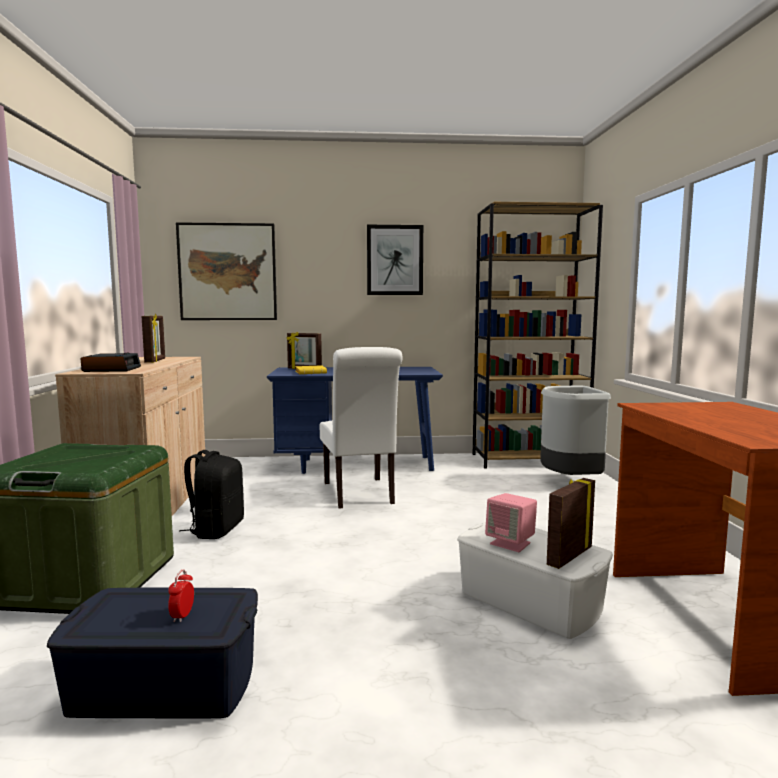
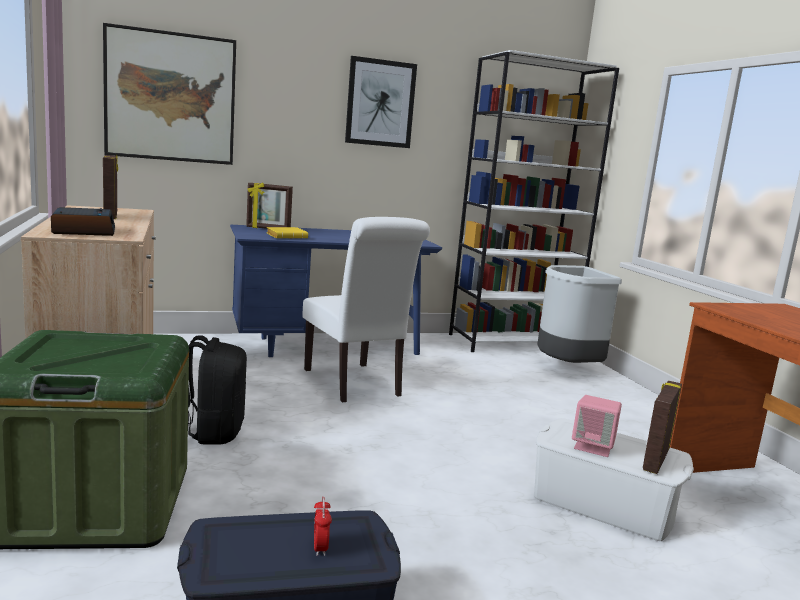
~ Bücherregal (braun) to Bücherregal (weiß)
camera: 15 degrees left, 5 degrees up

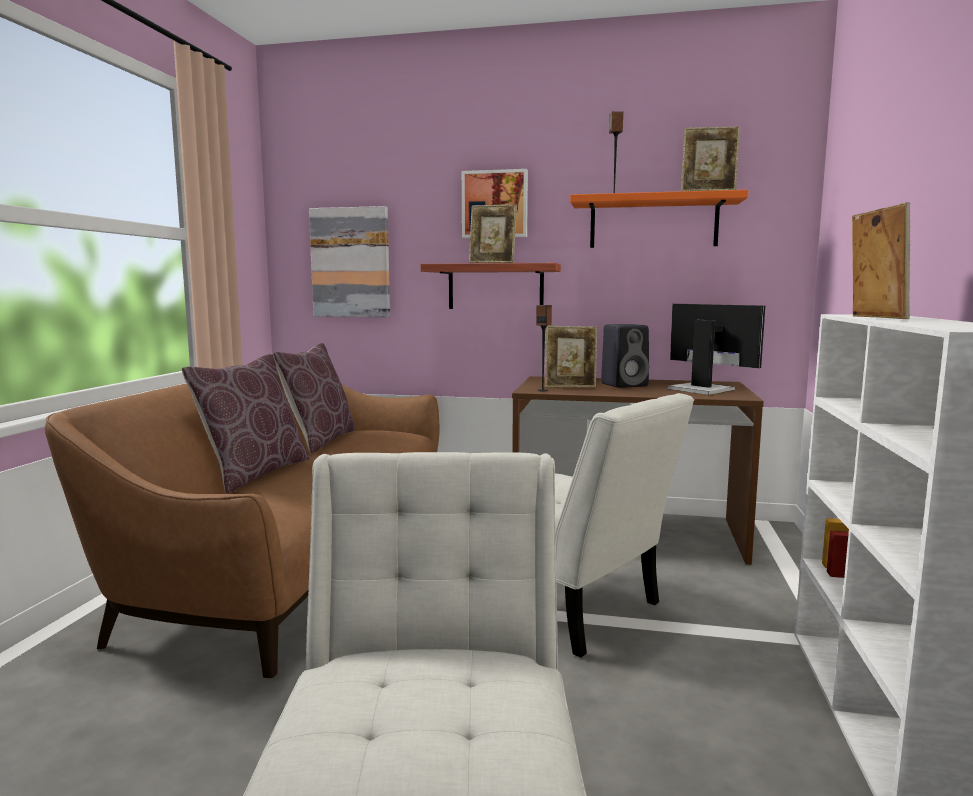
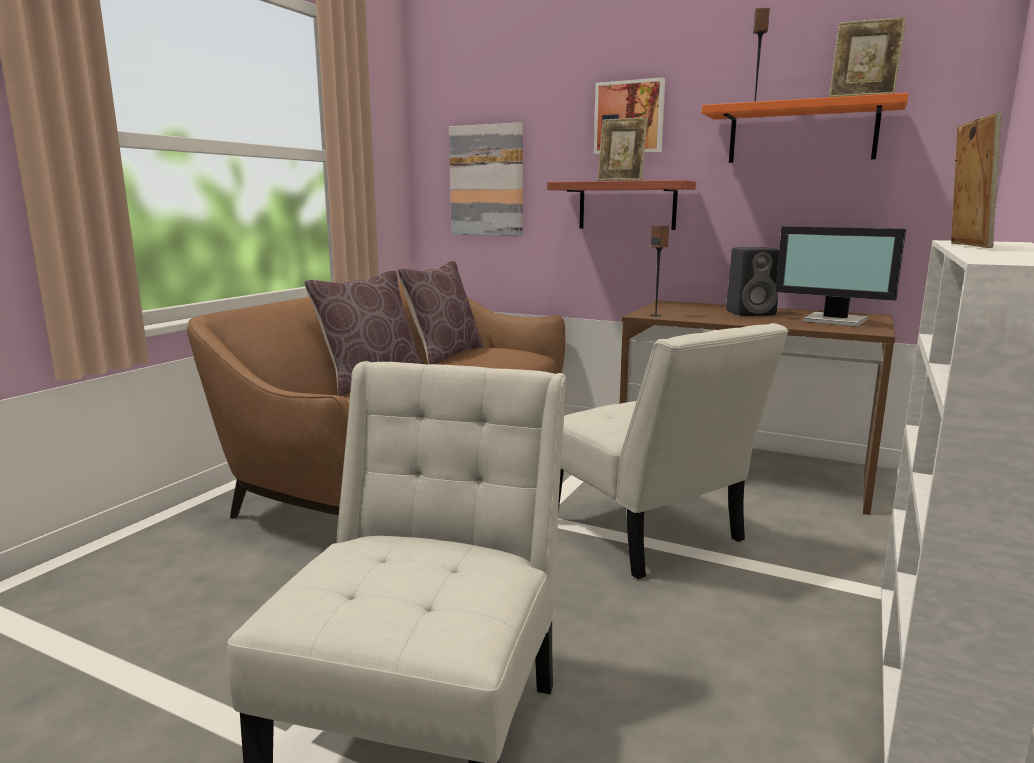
~ Monitor 150 degrees clockwise
- Bilderrahmen (2nd from left)
camera: 15 degrees right, 5 degrees up

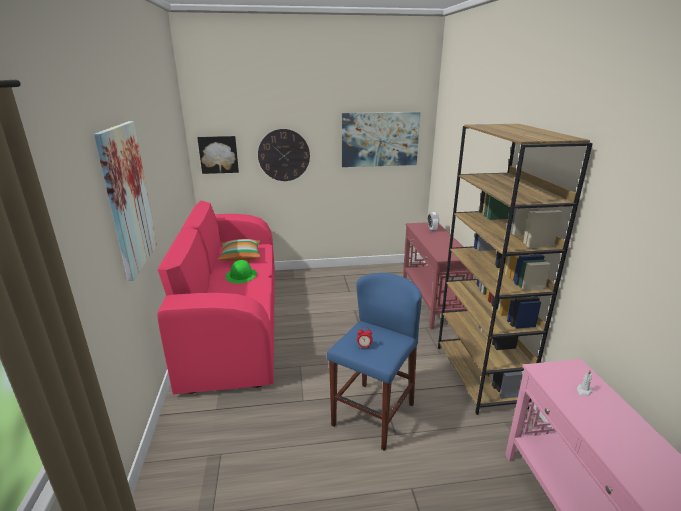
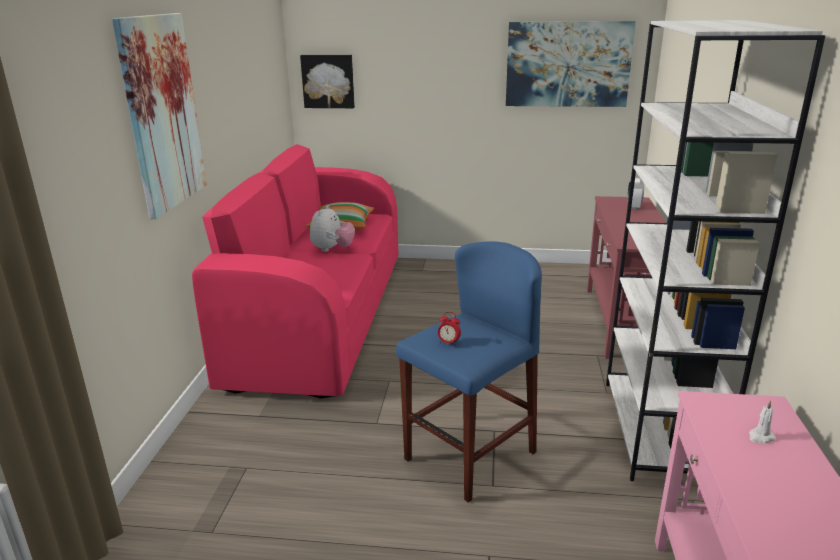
~ Bücherregal (braun) to Bücherregal (weiß)
- Wanduhr
~ Hut (grün) to Plüschtier
camera: 15 degrees right, 0 degrees up

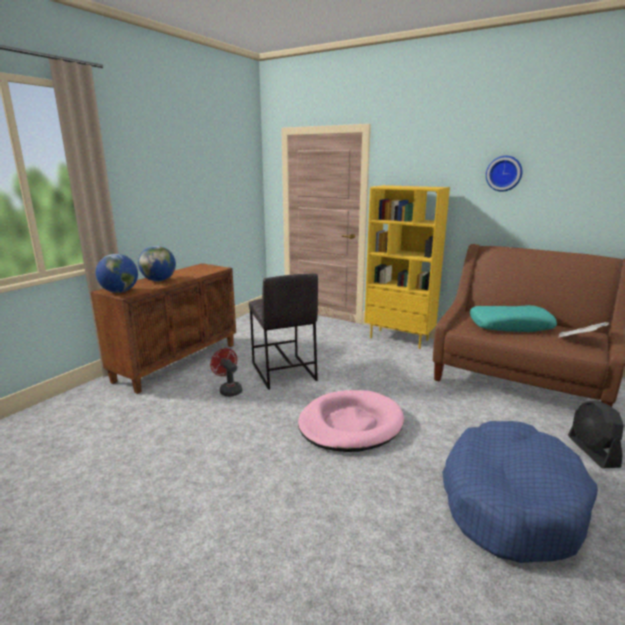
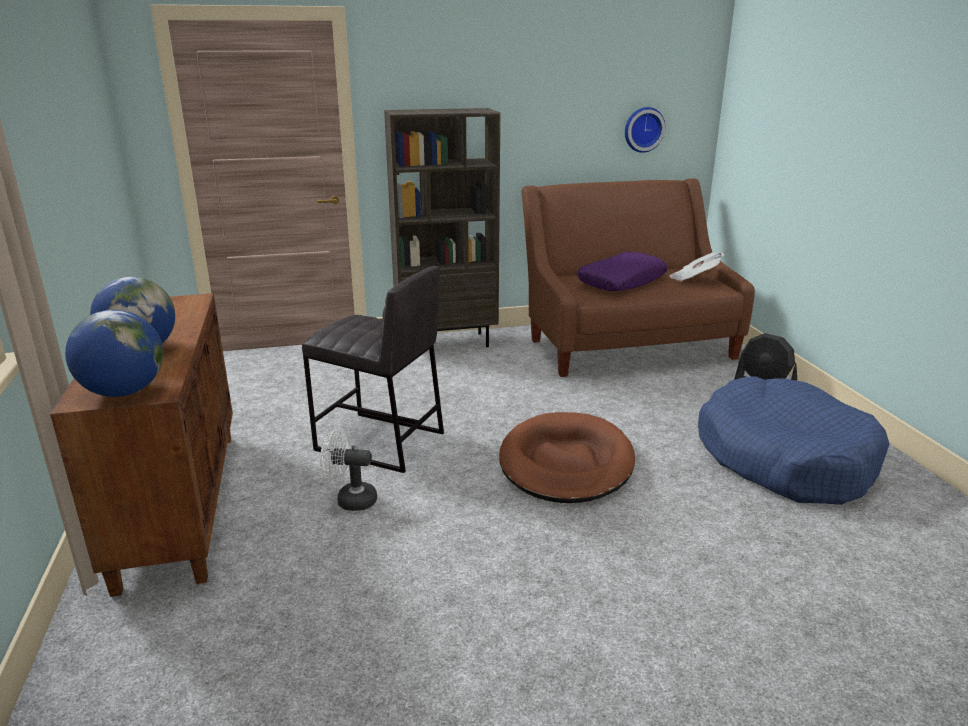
~ Wanduhr
~ Bücherregal (gelb) to Bücherregal (braun)
~ Kissen (türkis) to Kissen (lila)
~ Ventilator (rot) to Ventilator (weiß)
~ Hundebett (rosa) to Hundebett (braun)
camera: 45 degrees left, 5 degrees up

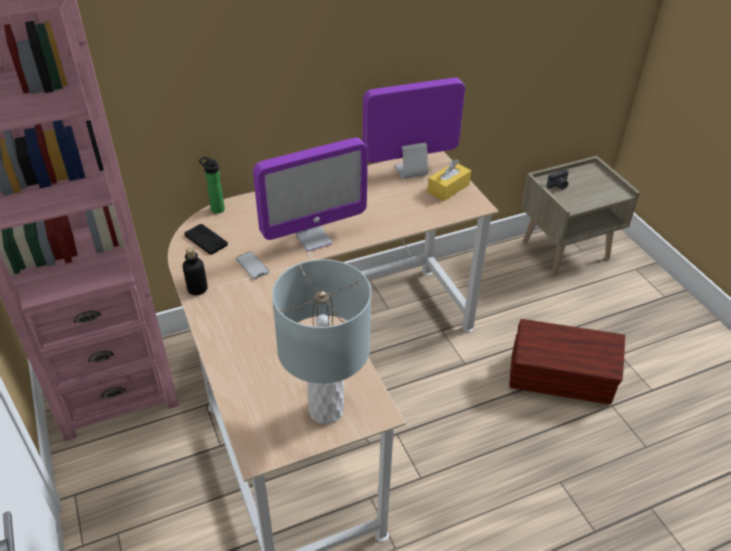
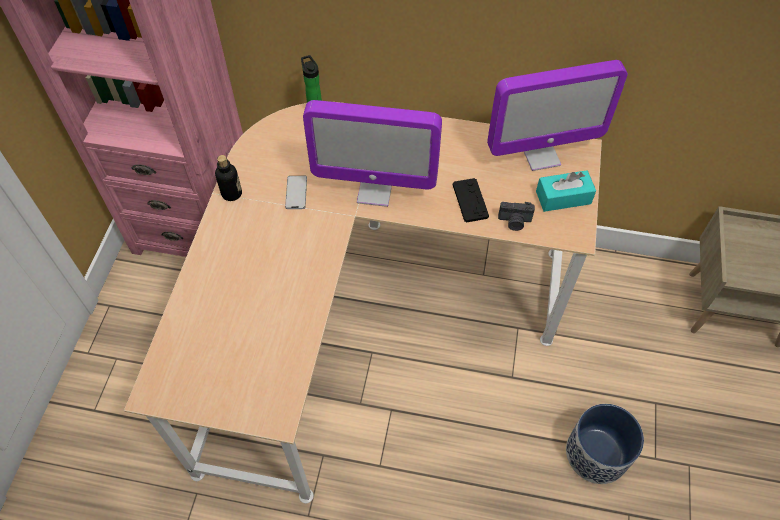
~ Monitor (2nd from left) 150 degrees clockwise
~ Taschentuchbox (gelb) to Taschentuchbox (türkis)
~ Kamera
~ Gamepad (schwarz)
- Tischlampe (grau)
~ Aufbewahrungsbox (braun) to Pflanzkübel
camera: 35 degrees right, 15 degrees up

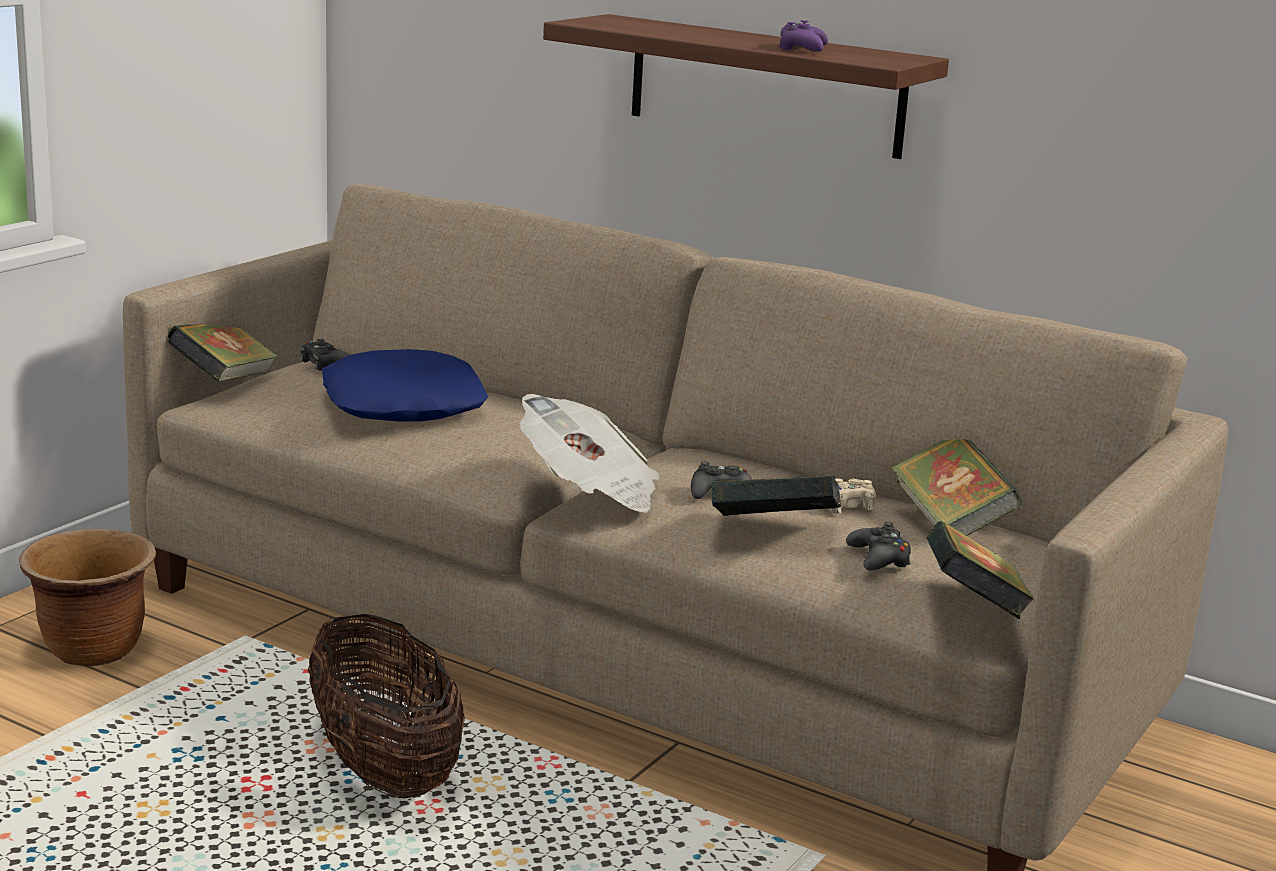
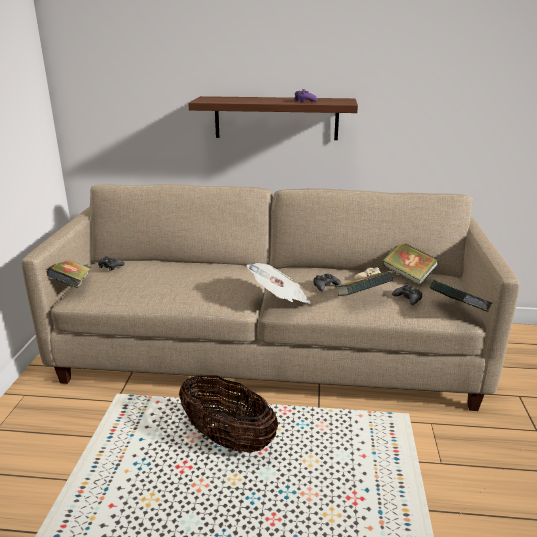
- Kissen (blau)
- Pflanzkübel (braun)
camera: 25 degrees left, 5 degrees up

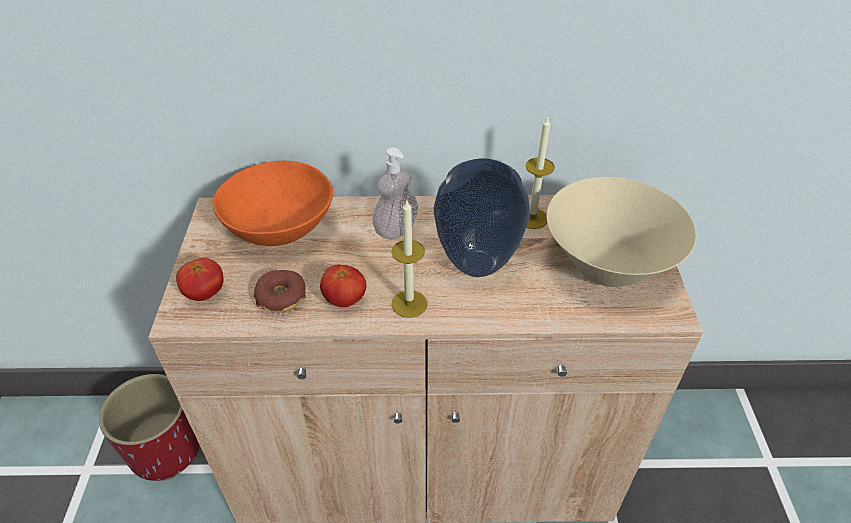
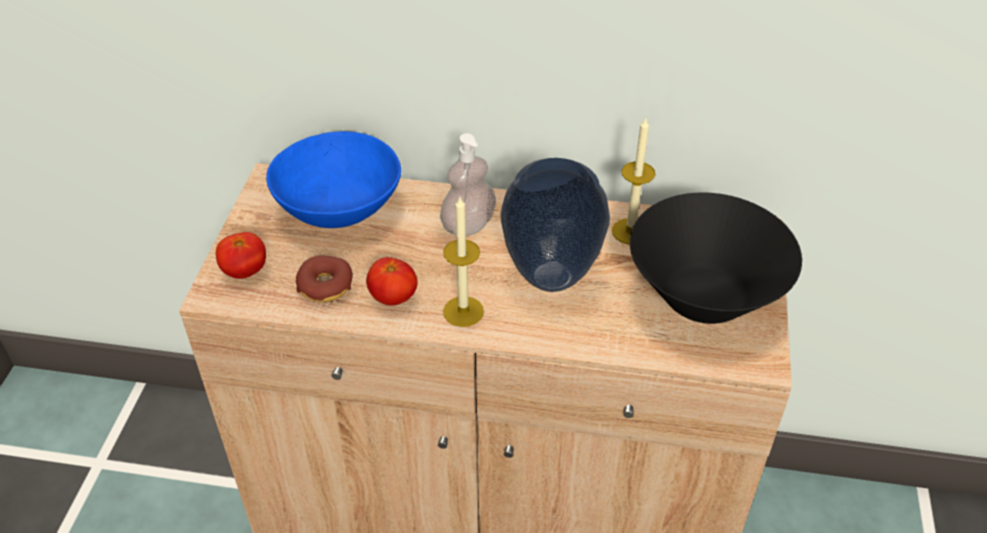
~ Schüssel (orange) to Schüssel (blau)
~ Schüssel (beige) to Schüssel (schwarz)
- Pflanzkübel (rot)
camera: 10 degrees right, 0 degrees up

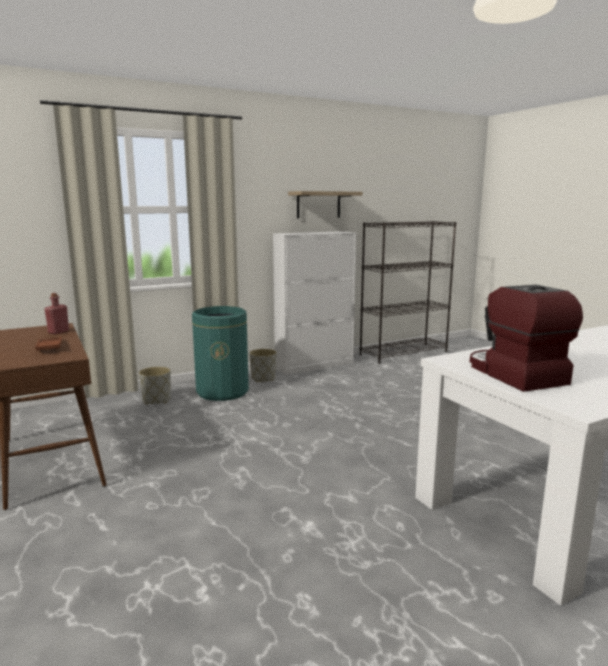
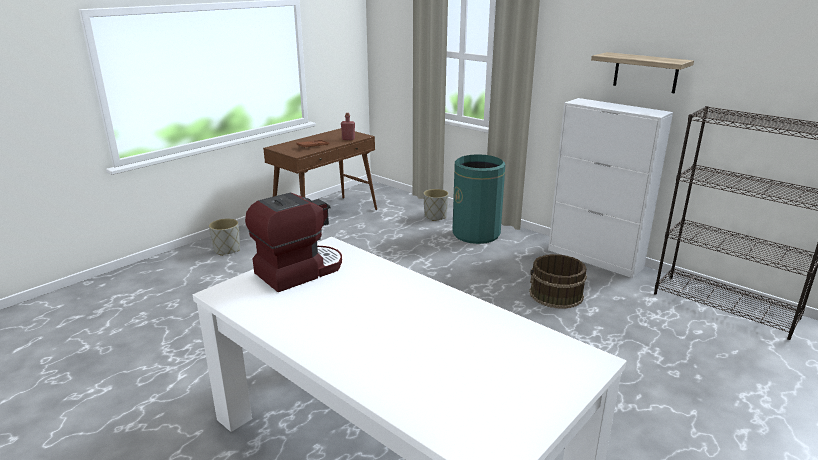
~ Pflanzkübel (grau) (2nd from left in the first image) to Pflanzkübel (grau) (1st from left)
+ Eimer (braun)
camera: 70 degrees right, 10 degrees up

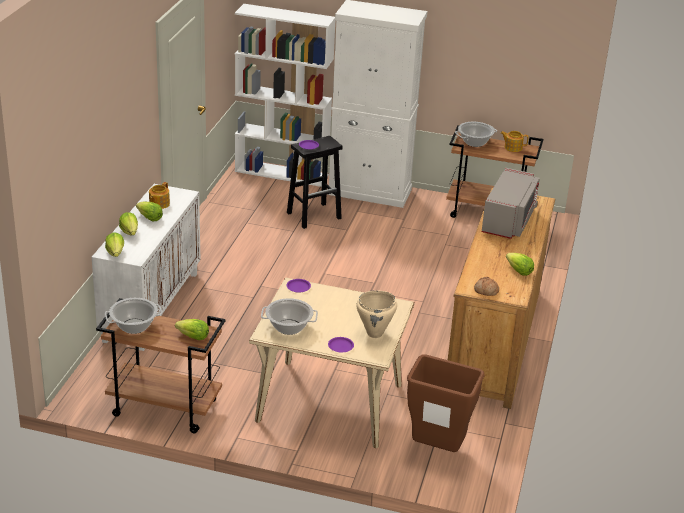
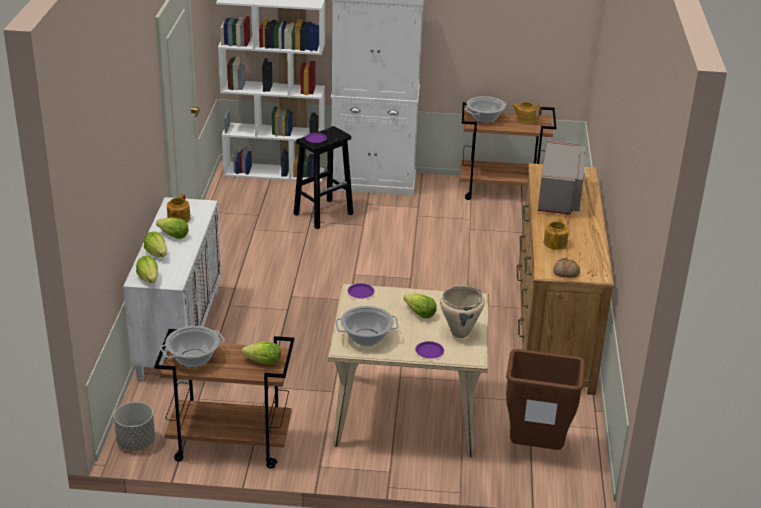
~ Salatkopf (5th from left)
+ Teekanne (3rd from left)
+ Pflanzkübel (grau)
camera: 10 degrees left, 0 degrees up

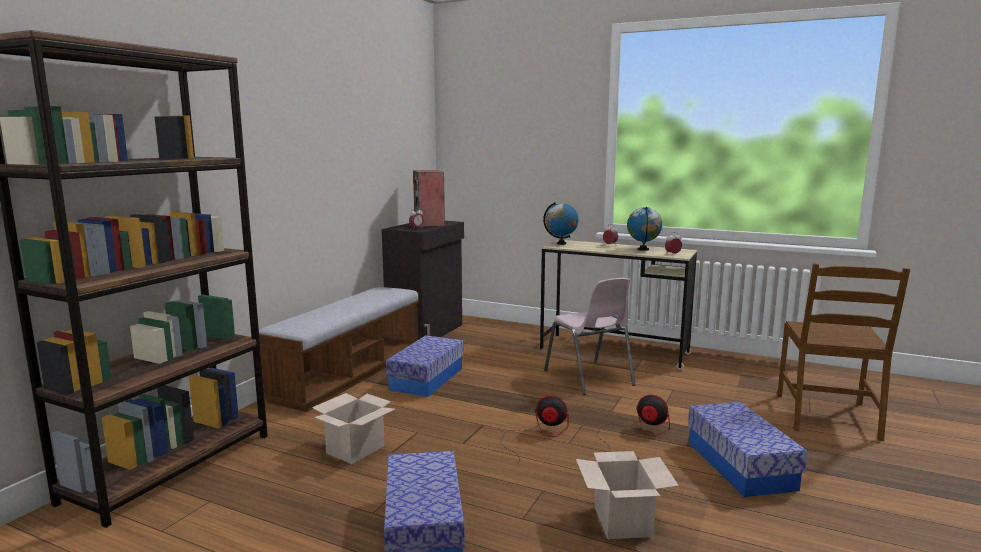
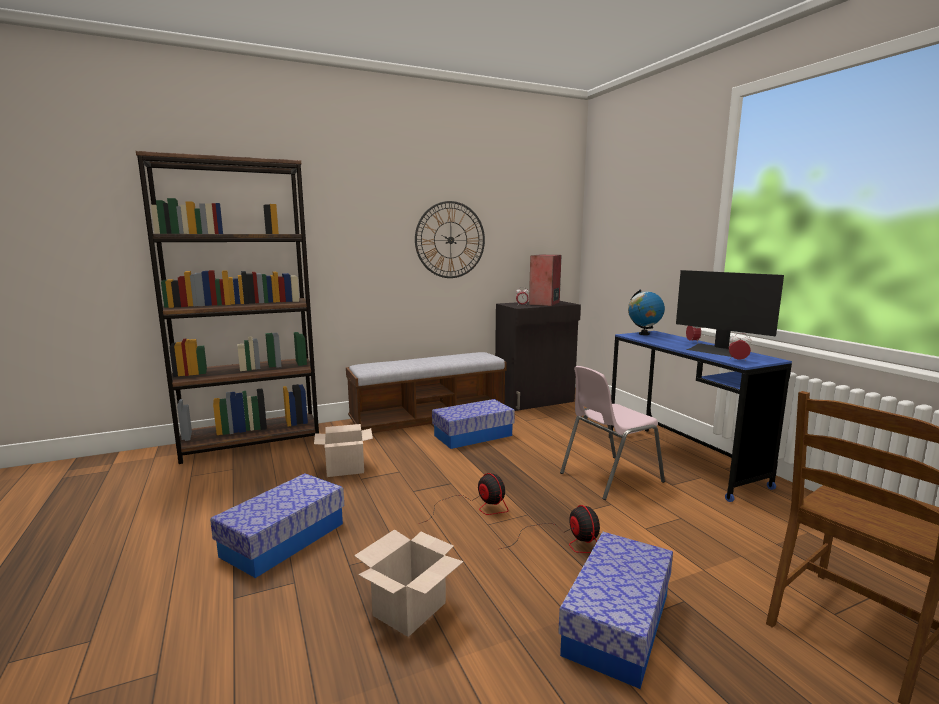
~ Globus (2nd from left) to Monitor
~ Schreibtisch (beige) to Schreibtisch (blau)
~ Stuhl (rosa) 45 degrees clockwise
+ Wanduhr
camera: 40 degrees right, 0 degrees up

